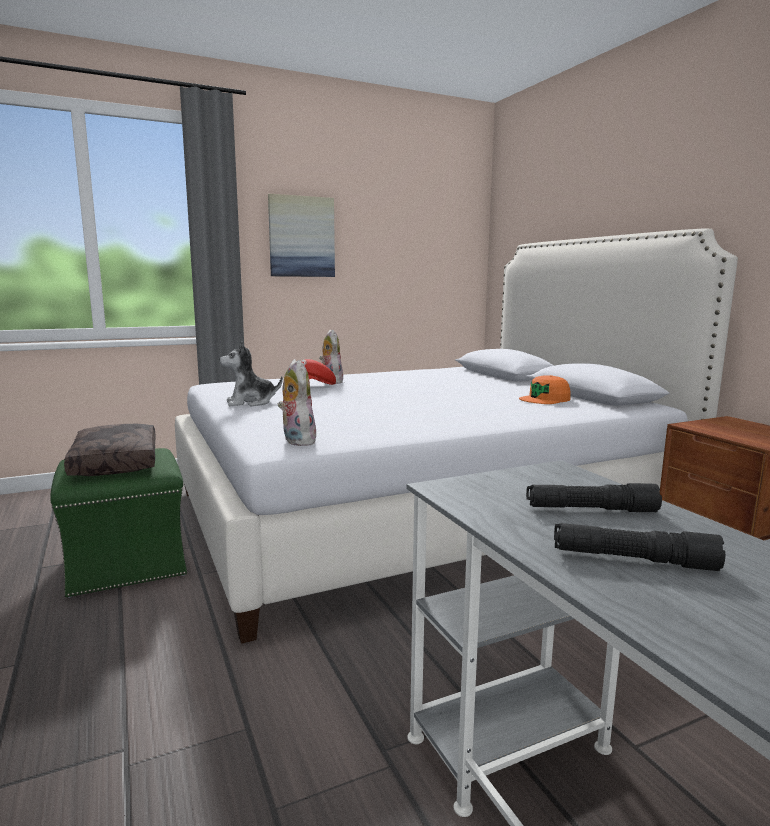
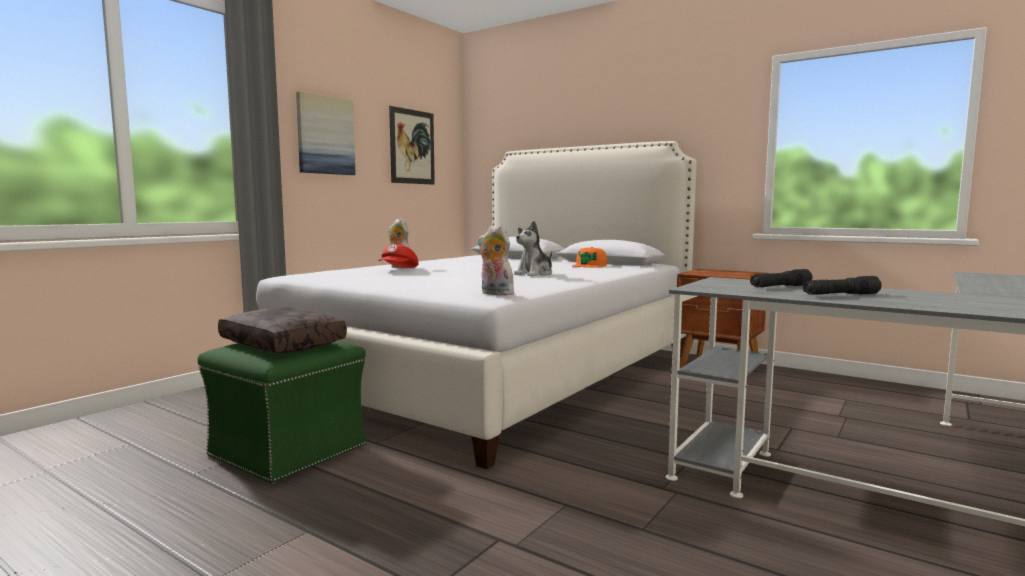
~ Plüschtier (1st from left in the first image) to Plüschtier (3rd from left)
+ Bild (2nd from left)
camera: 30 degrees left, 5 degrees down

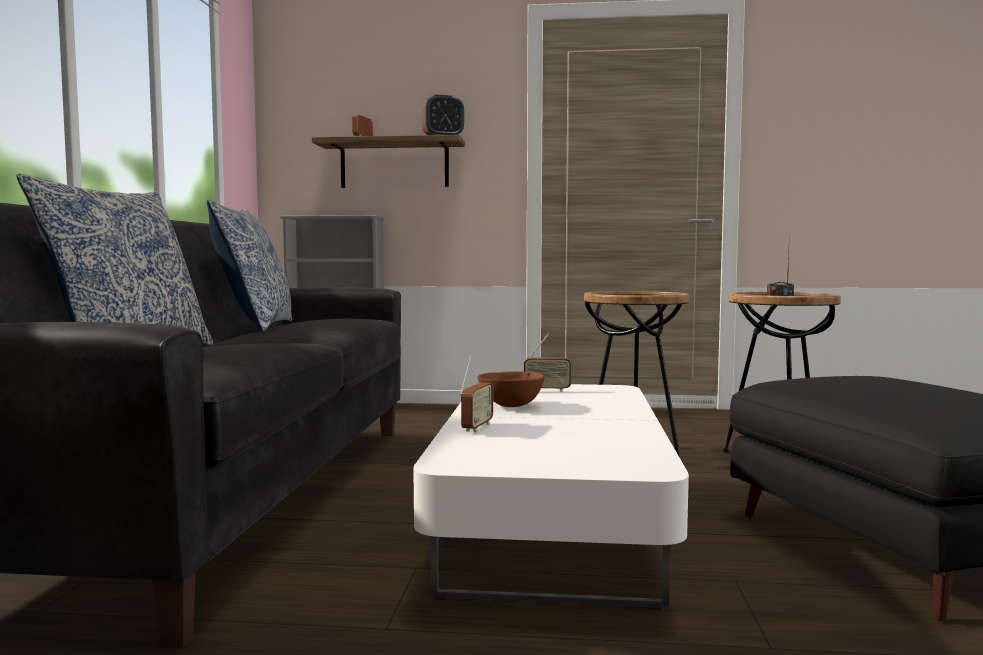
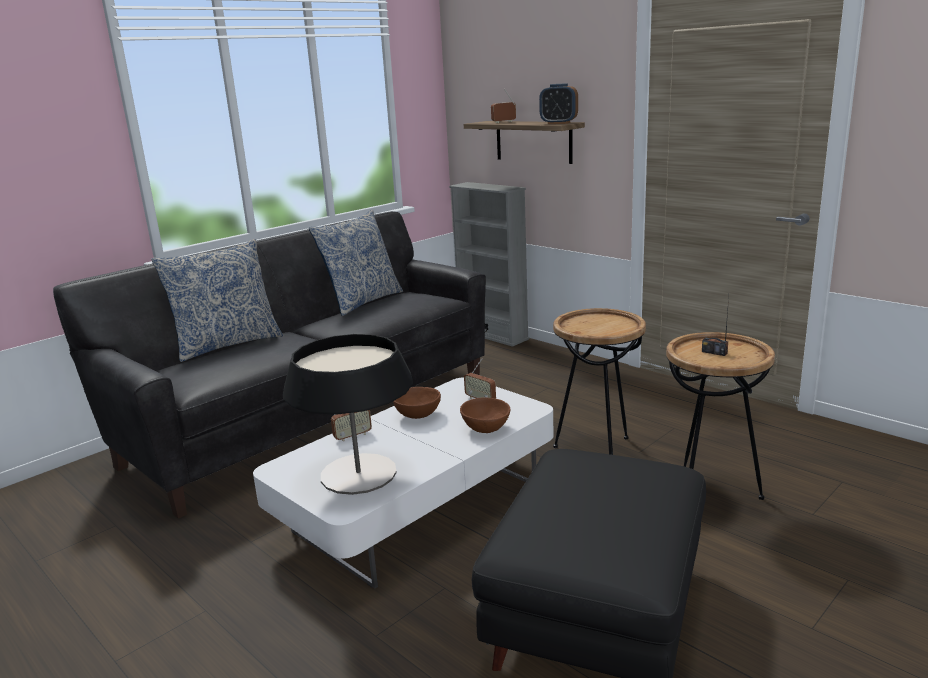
+ Tischlampe
+ Schüssel (braun) (2nd from left)
camera: 40 degrees right, 15 degrees up

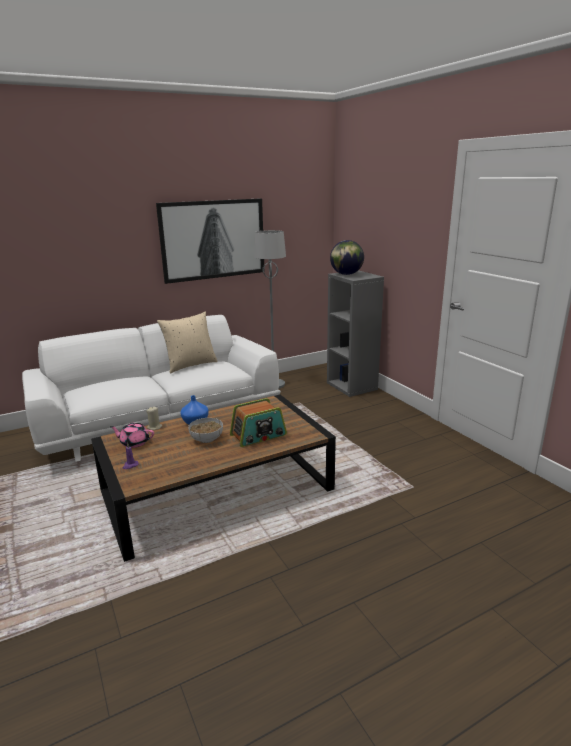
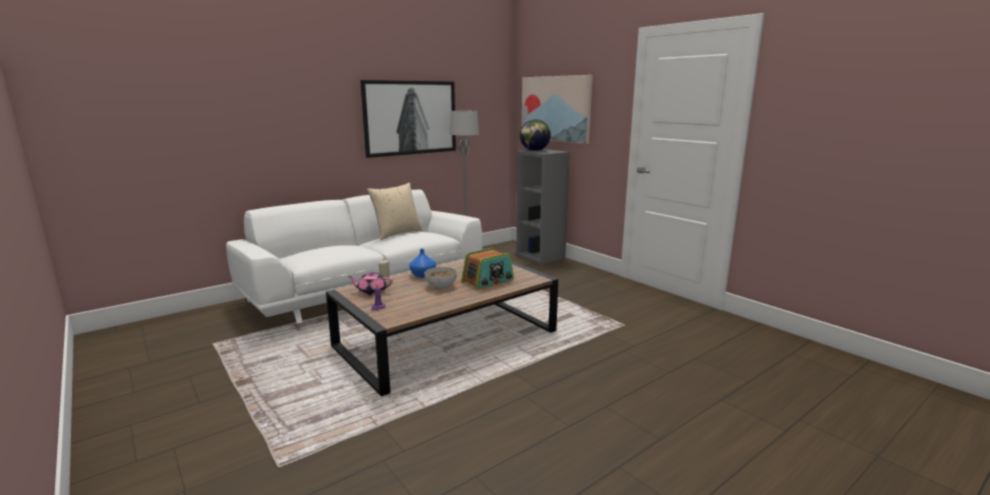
+ Bild (2nd from left)
camera: 10 degrees left, 5 degrees down

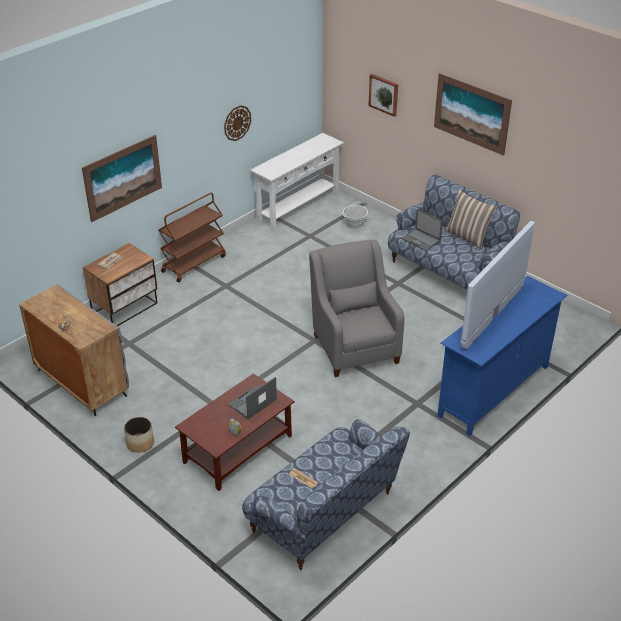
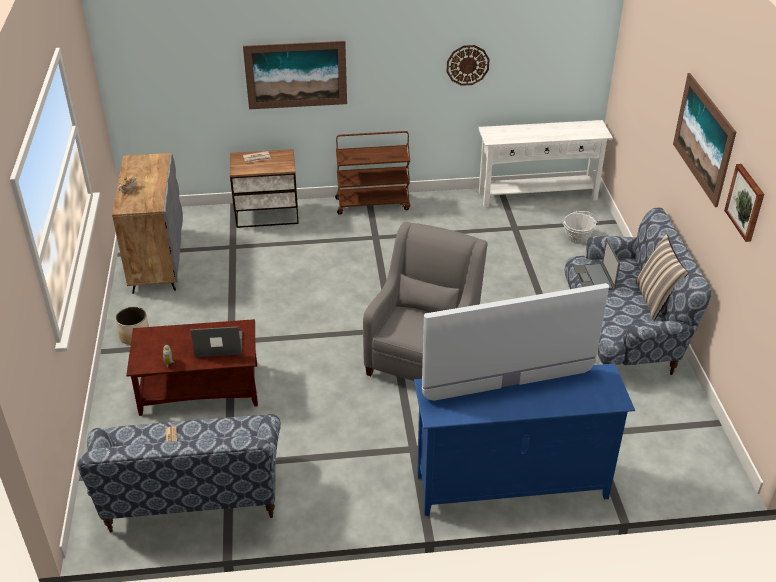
~ Bild (2nd from left in the first image) to Bild (3rd from left)
camera: 40 degrees right, 0 degrees up

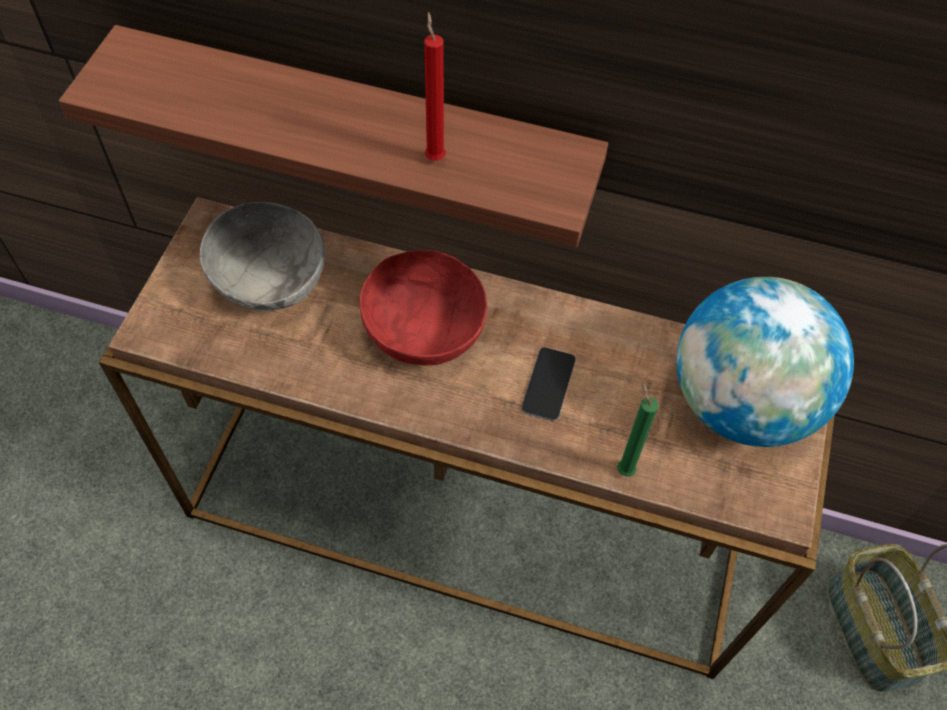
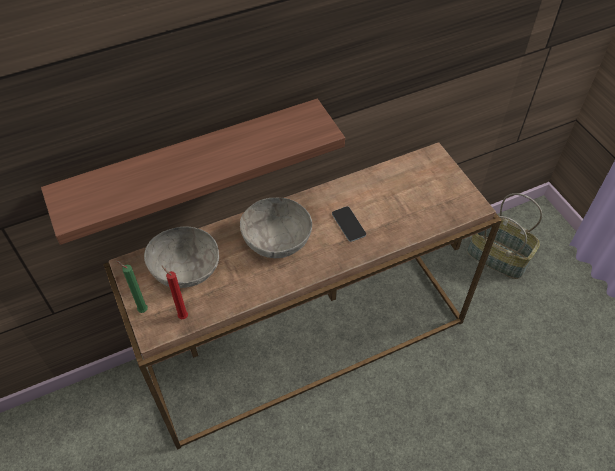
~ Kerze (rot)
~ Schüssel (rot) to Schüssel (grau) (2nd from left)
- Globus
~ Kerze (grün)
camera: 40 degrees left, 5 degrees down

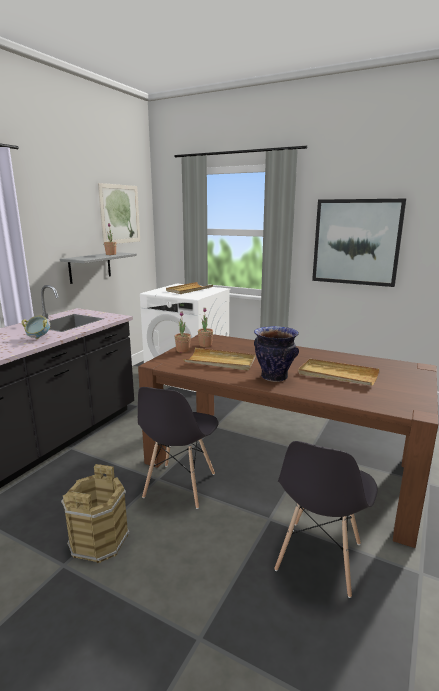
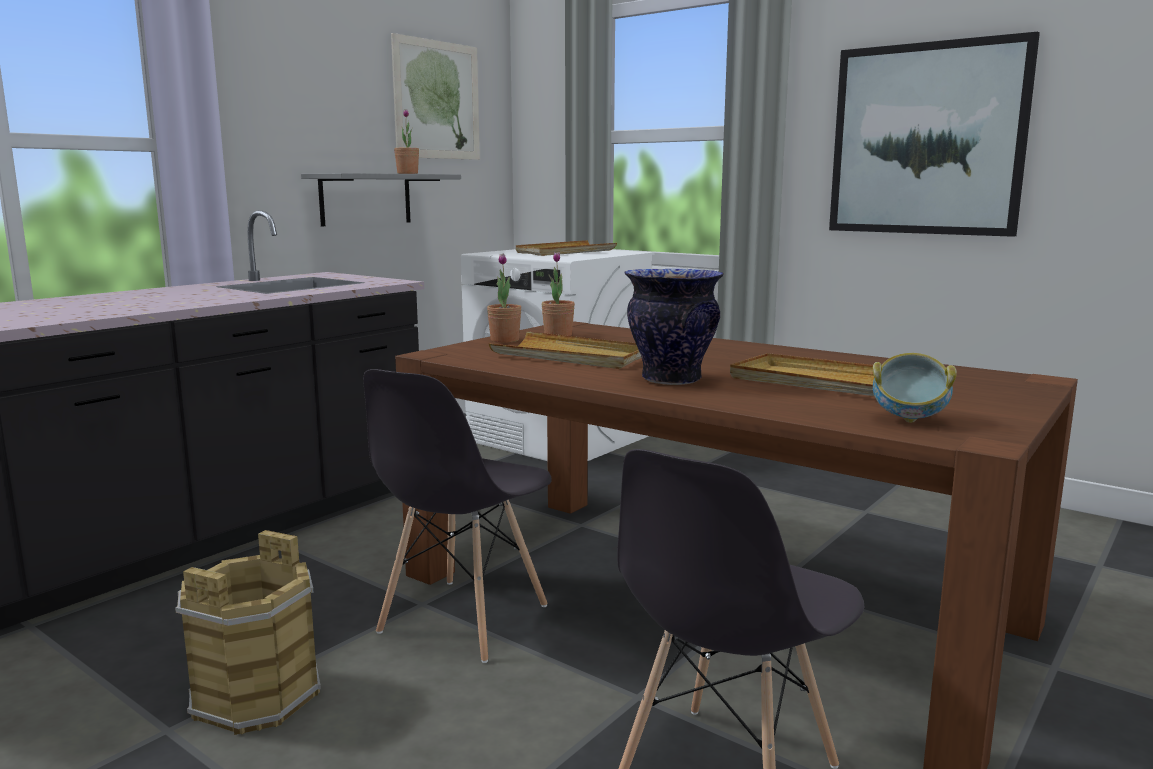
~ Schüssel
camera: 10 degrees right, 5 degrees down

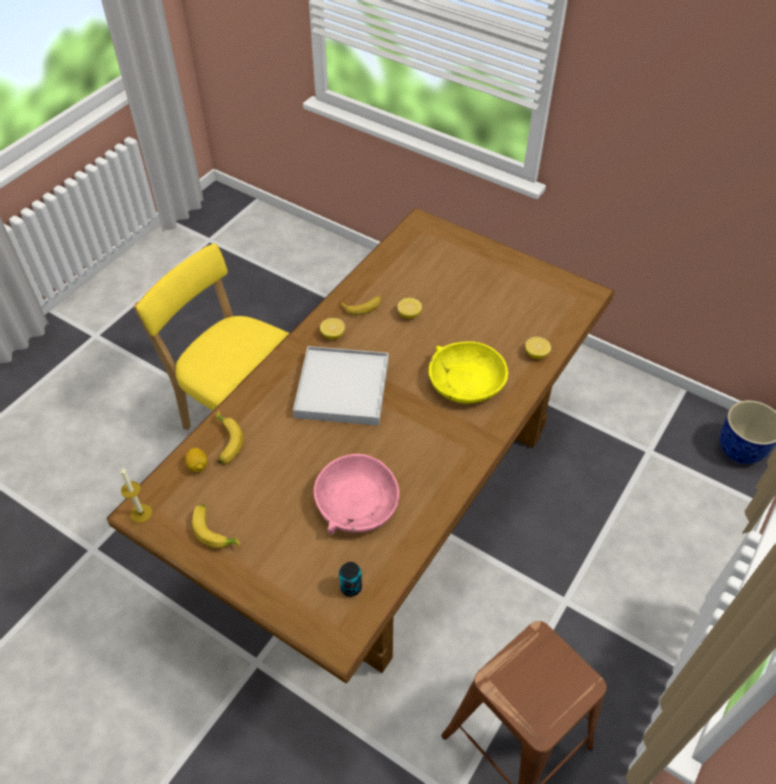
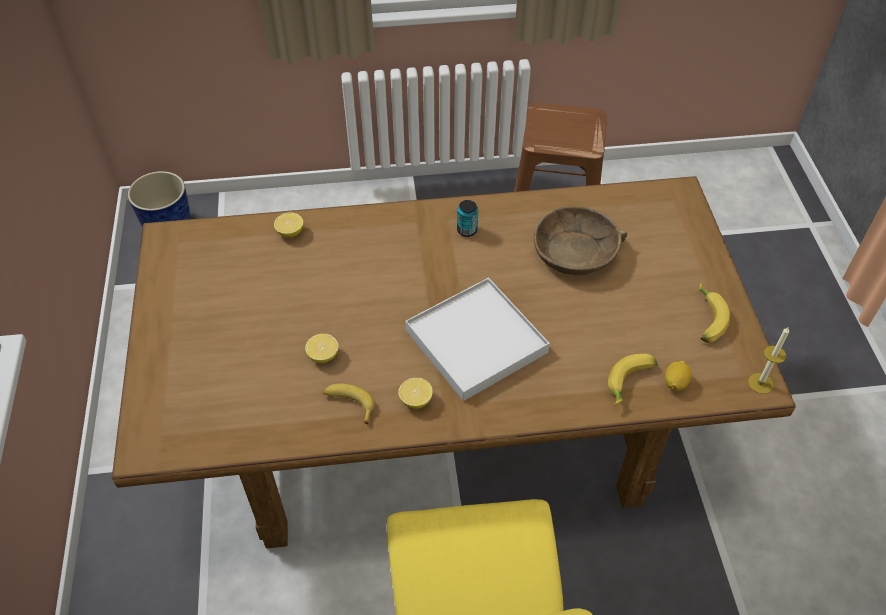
- Schüssel (gelb)
~ Schüssel (rosa) to Schüssel (braun)
~ Dose
camera: 130 degrees left, 0 degrees up

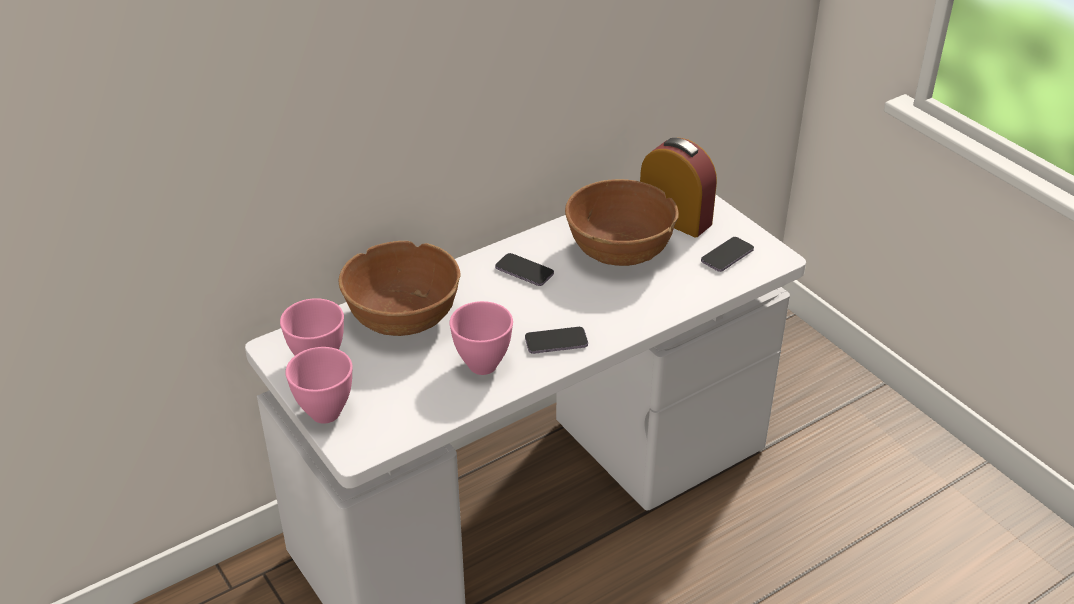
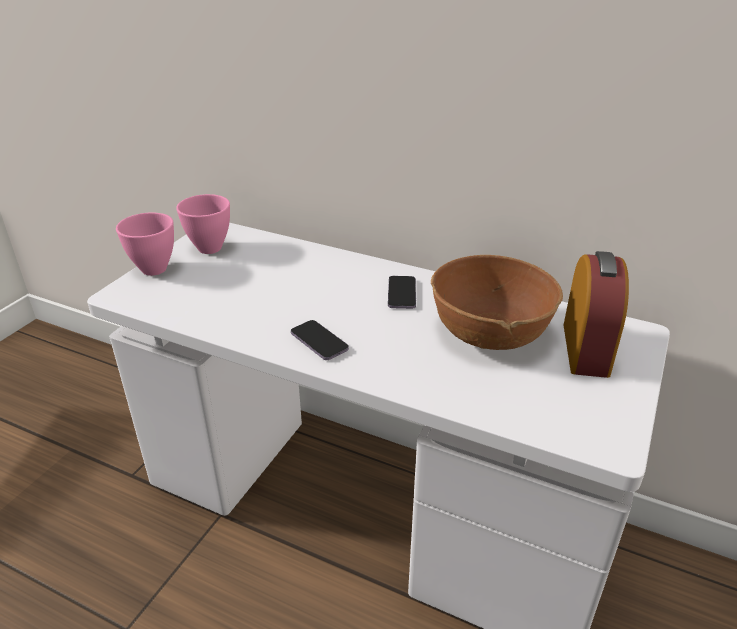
- Handy (3rd from left)
- Schüssel (braun) (1st from left)
- Schüssel (rosa) (3rd from left)
camera: 60 degrees right, 5 degrees down

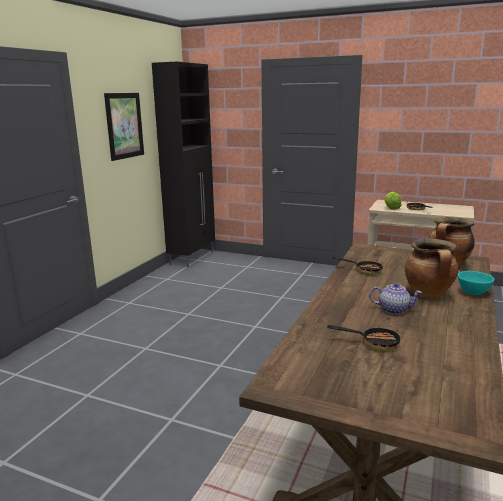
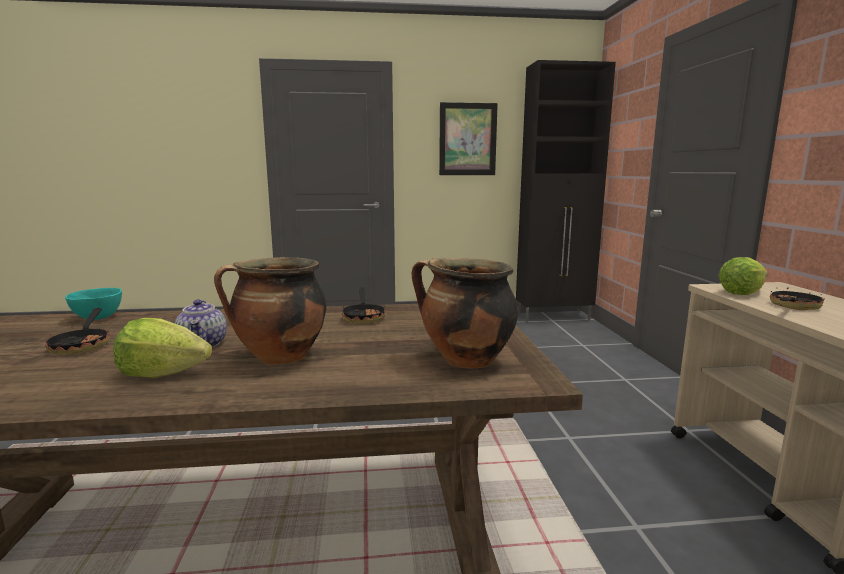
~ Schüssel (türkis)
+ Salatkopf (1st from left)
camera: 60 degrees right, 5 degrees down

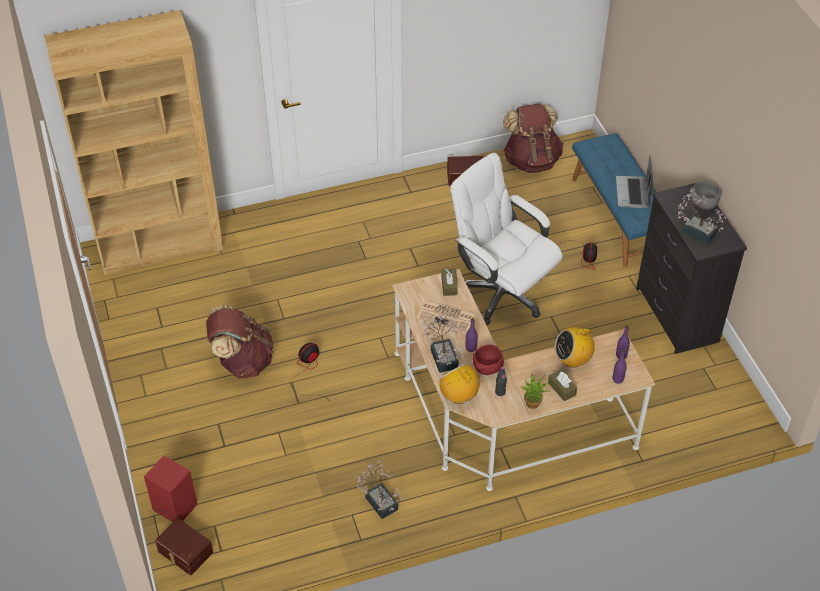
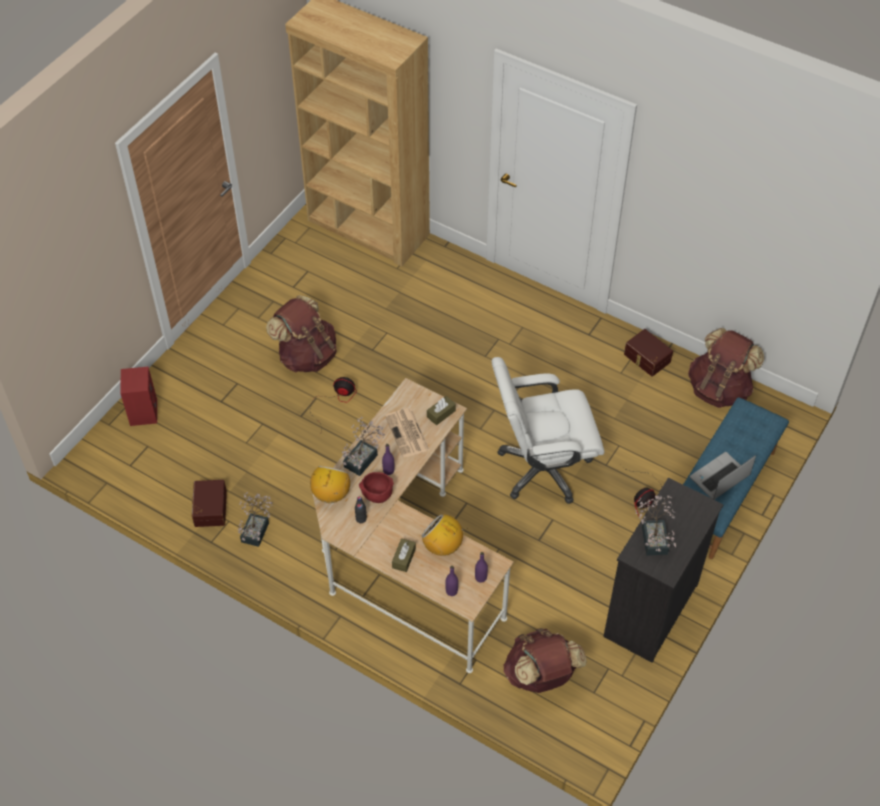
~ Bürostuhl (weiß) 105 degrees counterclockwise
- Schüssel (grau)
- Topfpflanze (3rd from left)
~ Aufbewahrungsbox (braun) (1st from left)
+ Rucksack (braun) (2nd from left)
camera: 50 degrees right, 5 degrees up

